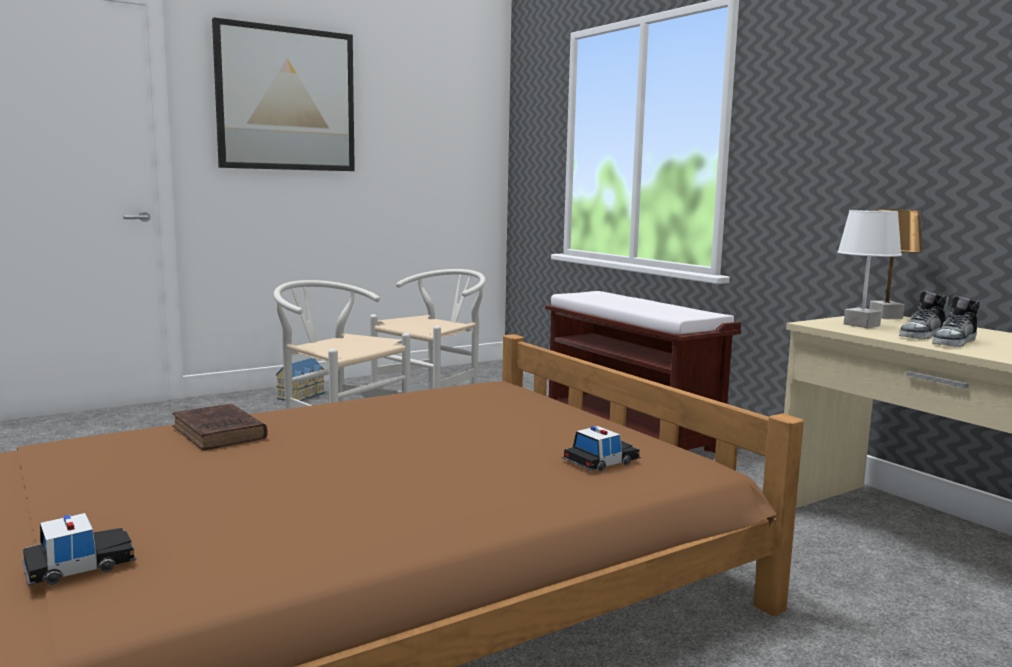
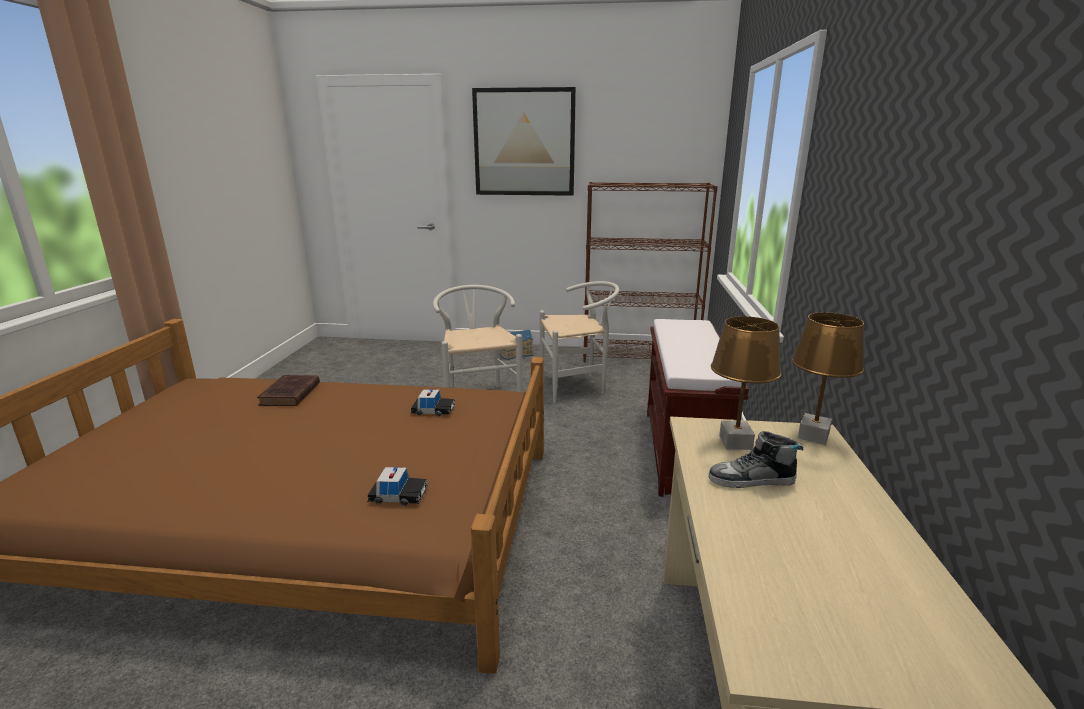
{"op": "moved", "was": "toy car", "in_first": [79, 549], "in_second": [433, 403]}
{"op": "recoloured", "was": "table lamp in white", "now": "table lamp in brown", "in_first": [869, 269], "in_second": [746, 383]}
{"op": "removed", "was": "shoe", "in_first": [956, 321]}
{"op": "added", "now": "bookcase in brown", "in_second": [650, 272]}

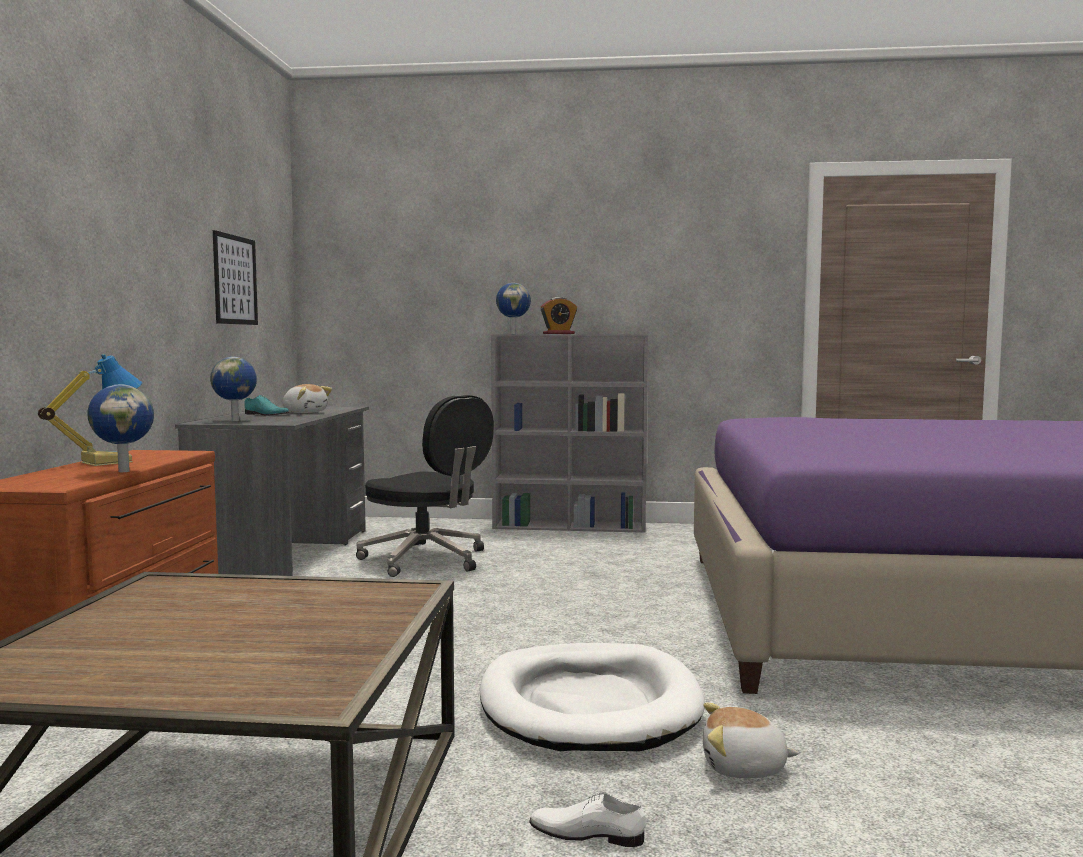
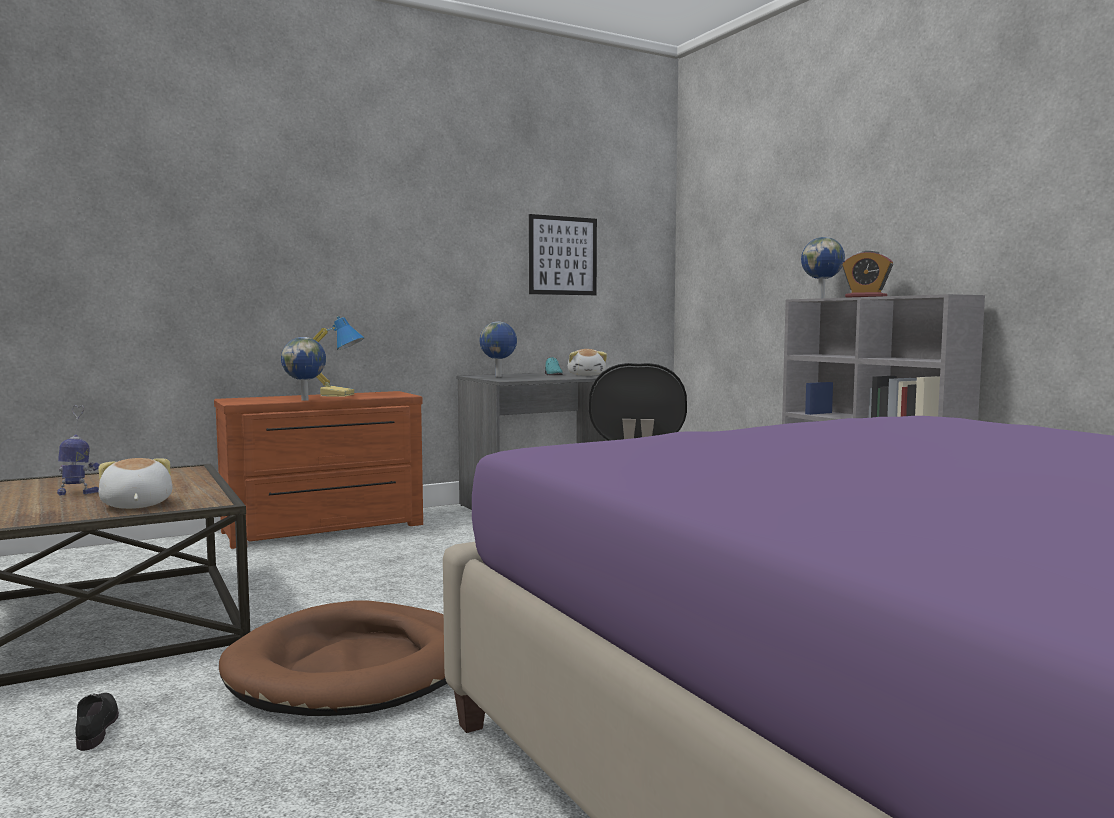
{"op": "recoloured", "was": "dog bed in white", "now": "dog bed in brown", "in_first": [592, 697], "in_second": [333, 658]}
{"op": "recoloured", "was": "shoe in white", "now": "shoe in black", "in_first": [587, 819], "in_second": [97, 722]}
{"op": "moved", "was": "plush toy", "in_first": [751, 740], "in_second": [135, 483]}
{"op": "added", "now": "toy robot", "in_second": [78, 450]}

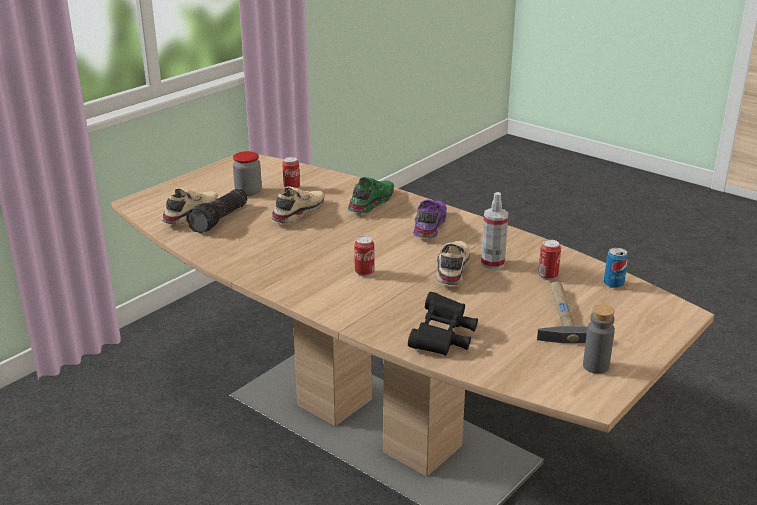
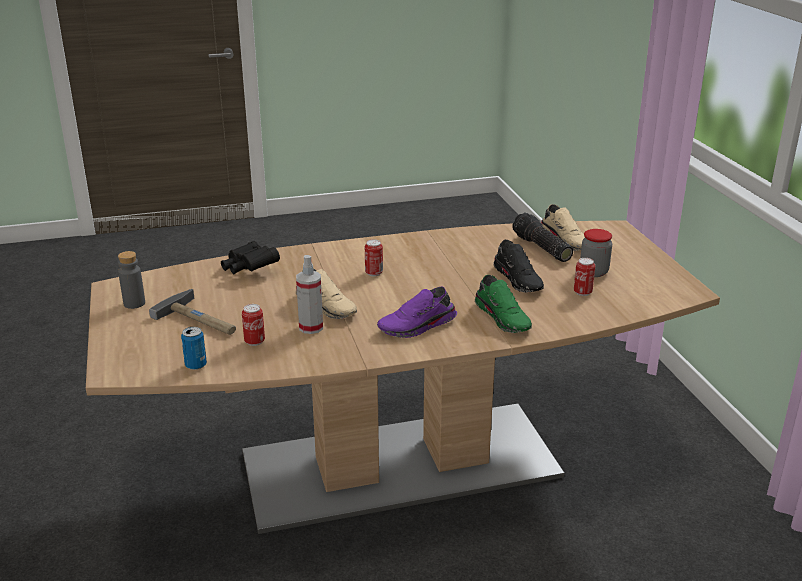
{"op": "recoloured", "was": "shoe in beige", "now": "shoe in black", "in_first": [298, 205], "in_second": [518, 266]}
{"op": "turned", "was": "shoe in purple", "in_first": [430, 219], "in_second": [417, 312], "clockwise": 105}

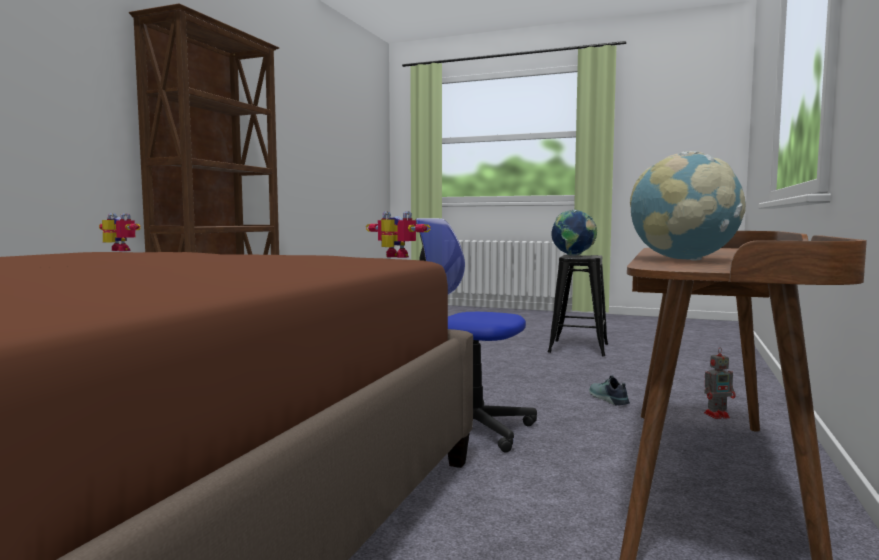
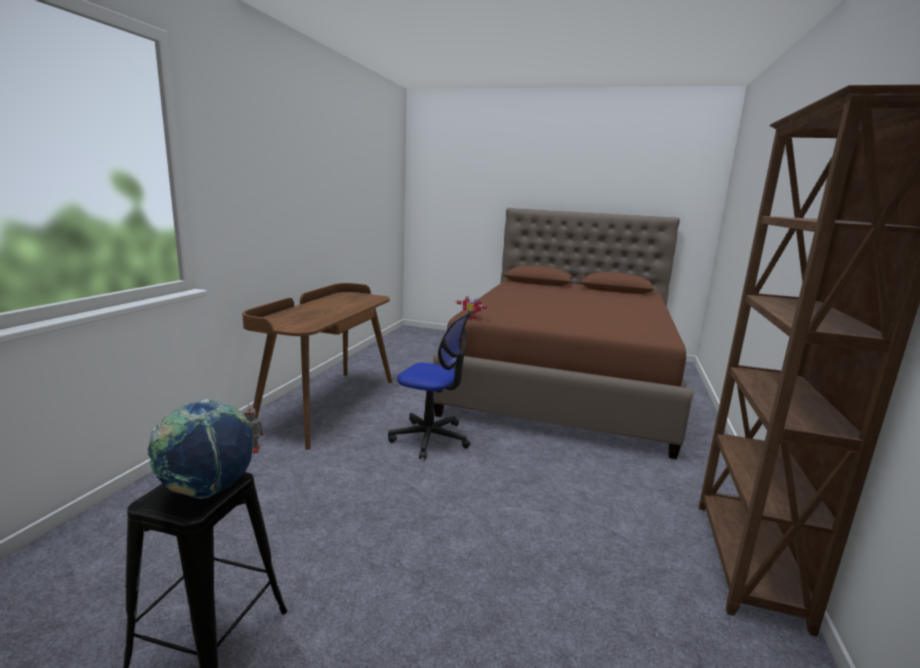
{"op": "removed", "was": "toy robot", "in_first": [120, 232]}
{"op": "removed", "was": "shoe", "in_first": [609, 390]}
{"op": "removed", "was": "globe", "in_first": [688, 206]}

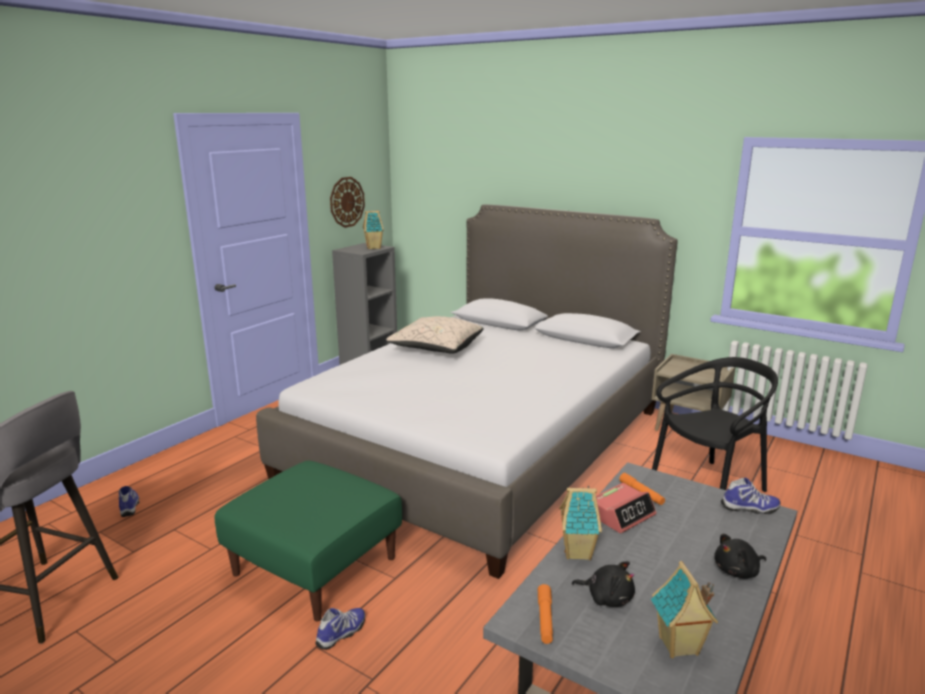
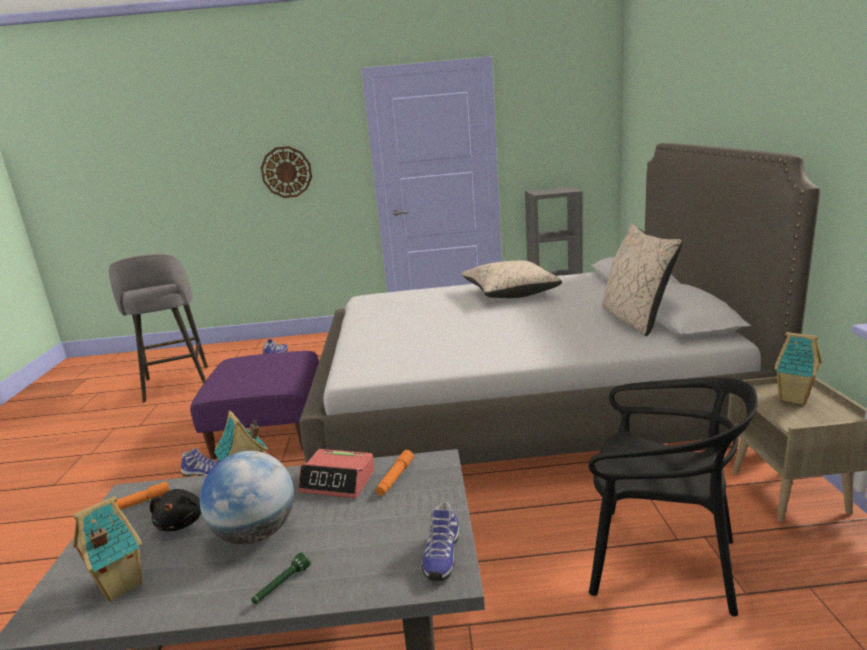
{"op": "recoloured", "was": "ottoman in green", "now": "ottoman in purple", "in_first": [308, 541], "in_second": [254, 405]}
{"op": "moved", "was": "wall clock", "in_first": [347, 202], "in_second": [286, 172]}
{"op": "moved", "was": "toy house", "in_first": [373, 230], "in_second": [798, 368]}
{"op": "replaced", "was": "plush toy in black", "now": "flashlight in green", "in_first": [740, 556], "in_second": [281, 578]}
{"op": "turned", "was": "shoe", "in_first": [751, 496], "in_second": [440, 541], "clockwise": 45}
{"op": "added", "now": "globe", "in_second": [247, 497]}
{"op": "added", "now": "pillow in beige", "in_second": [642, 279]}

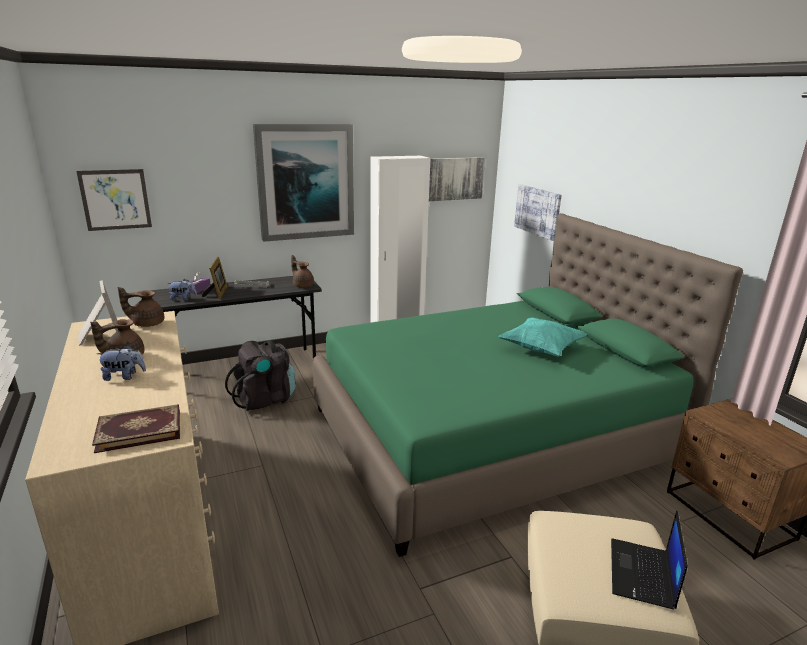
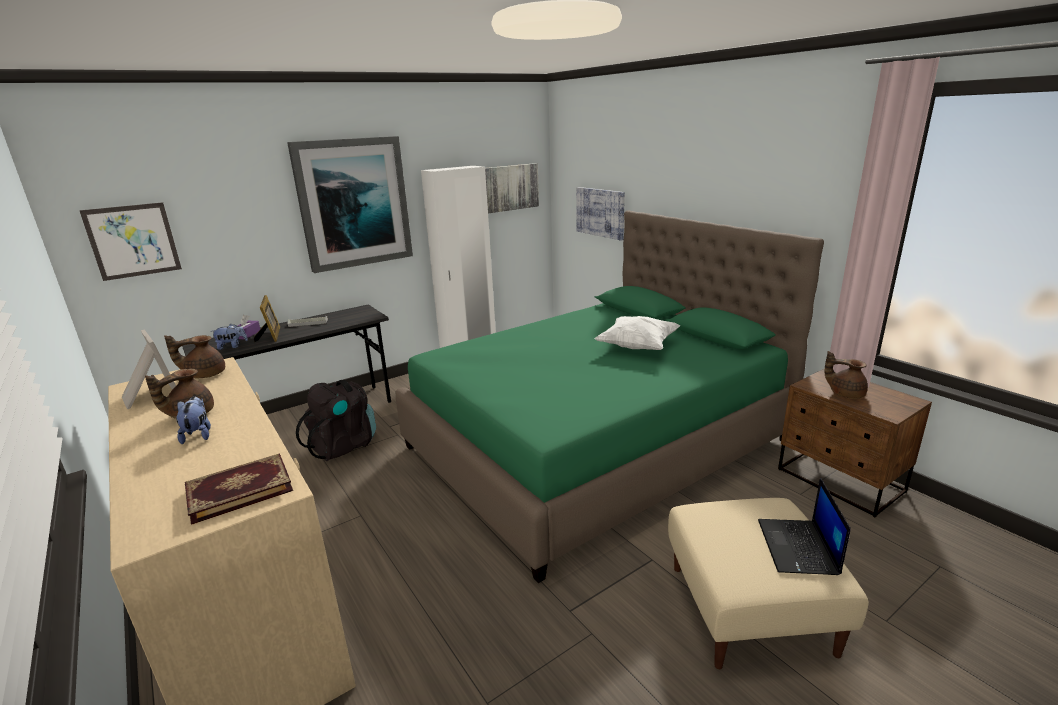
{"op": "turned", "was": "plush toy", "in_first": [121, 363], "in_second": [193, 420], "clockwise": -90}
{"op": "moved", "was": "teapot in brown", "in_first": [302, 271], "in_second": [846, 375]}
{"op": "recoloured", "was": "pillow in turquoise", "now": "pillow in white", "in_first": [543, 337], "in_second": [637, 333]}

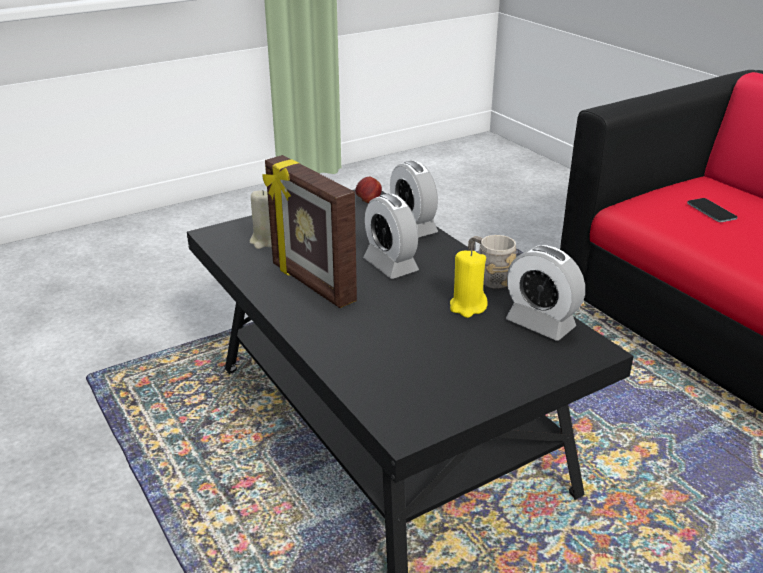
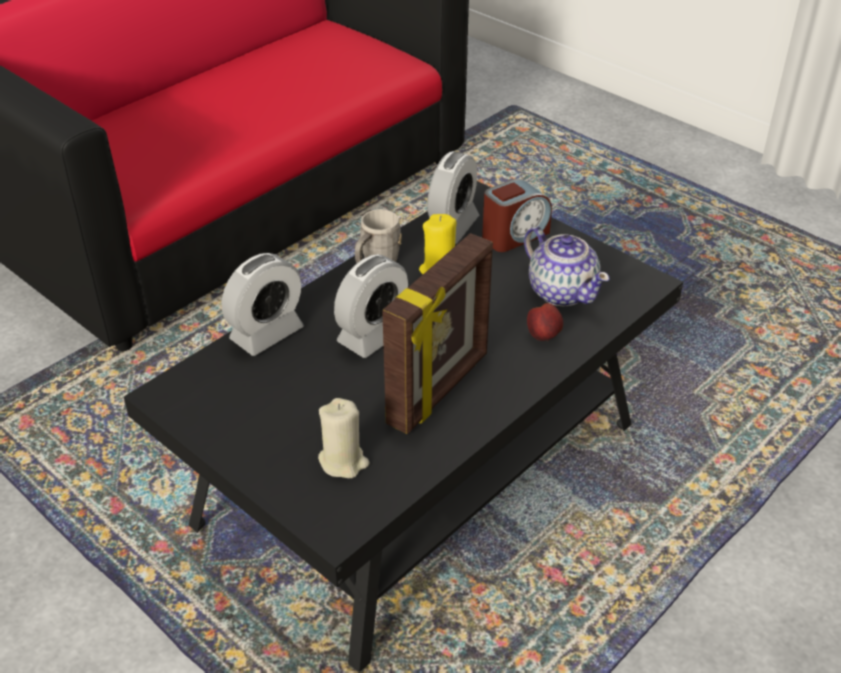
{"op": "moved", "was": "apple", "in_first": [368, 190], "in_second": [545, 322]}
{"op": "removed", "was": "phone", "in_first": [712, 210]}
{"op": "added", "now": "alarm clock", "in_second": [517, 215]}
{"op": "added", "now": "teapot", "in_second": [567, 266]}

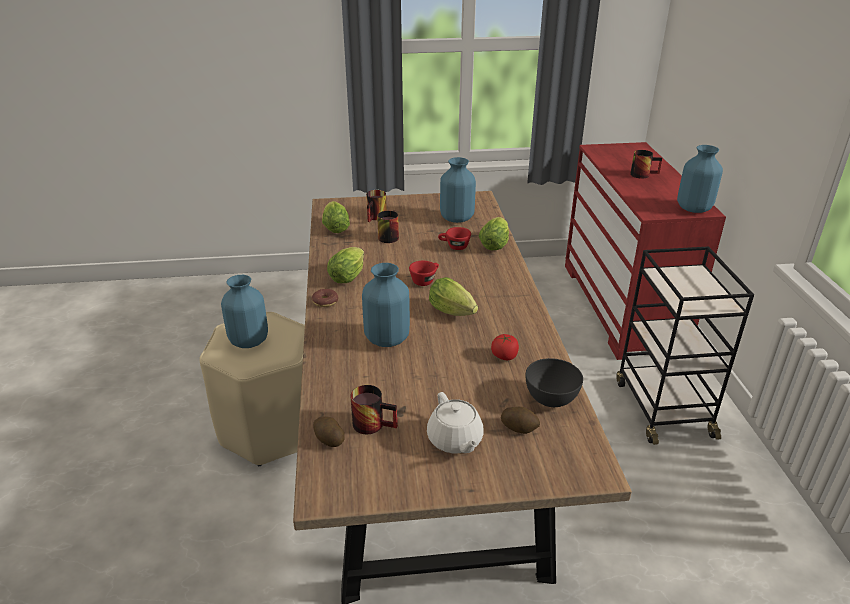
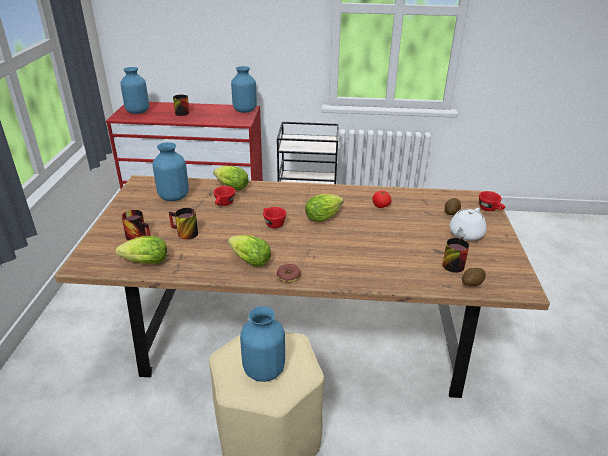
{"op": "moved", "was": "vase in blue", "in_first": [386, 305], "in_second": [134, 90]}
{"op": "turned", "was": "teapot in white", "in_first": [455, 423], "in_second": [468, 224], "clockwise": 135}
{"op": "removed", "was": "bowl in grey", "in_first": [554, 382]}
{"op": "added", "now": "cup in red", "in_second": [492, 201]}

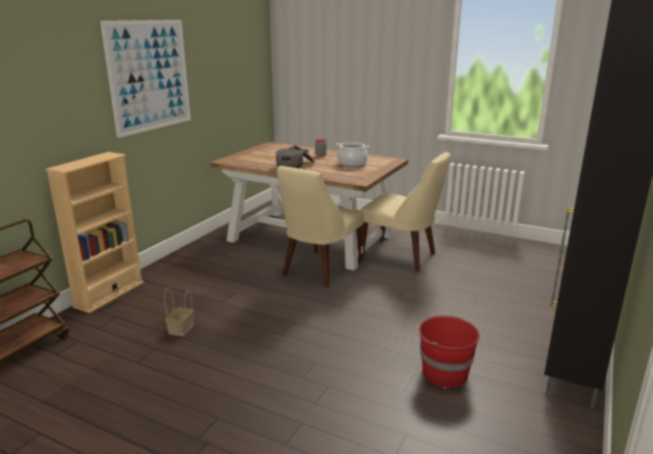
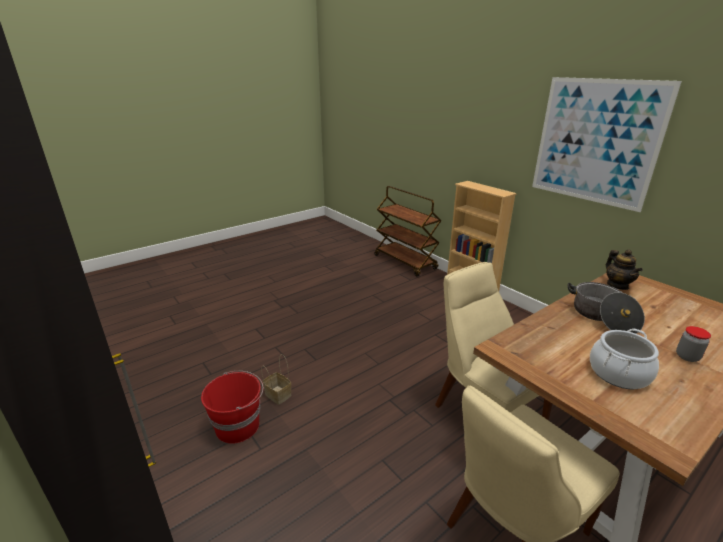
{"op": "moved", "was": "basket", "in_first": [179, 312], "in_second": [276, 379]}
{"op": "added", "now": "teapot", "in_second": [624, 269]}

